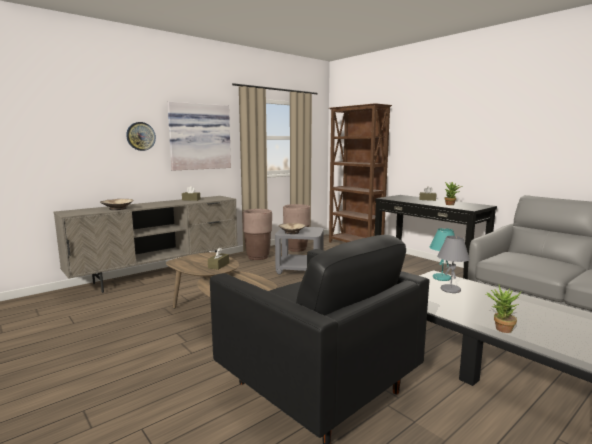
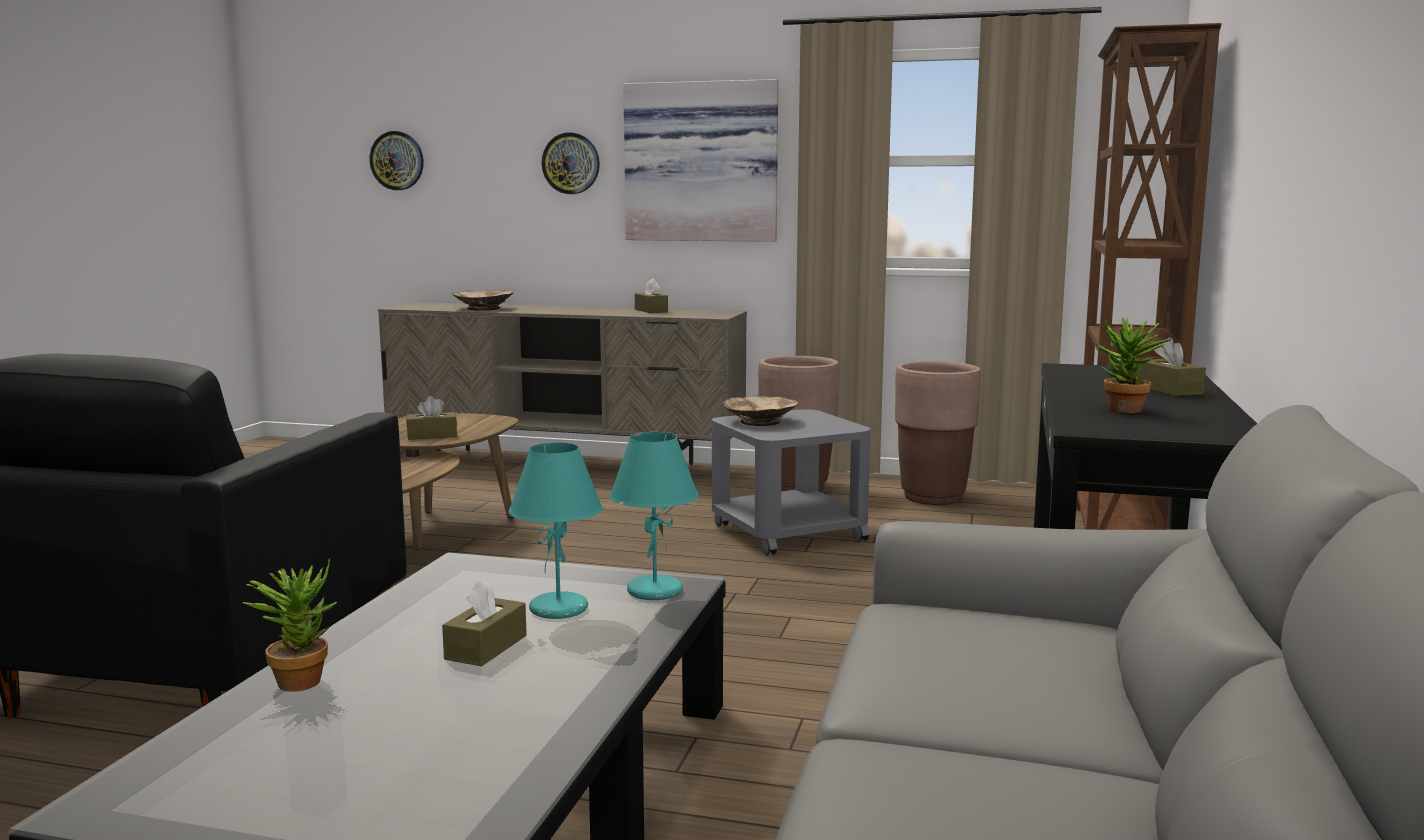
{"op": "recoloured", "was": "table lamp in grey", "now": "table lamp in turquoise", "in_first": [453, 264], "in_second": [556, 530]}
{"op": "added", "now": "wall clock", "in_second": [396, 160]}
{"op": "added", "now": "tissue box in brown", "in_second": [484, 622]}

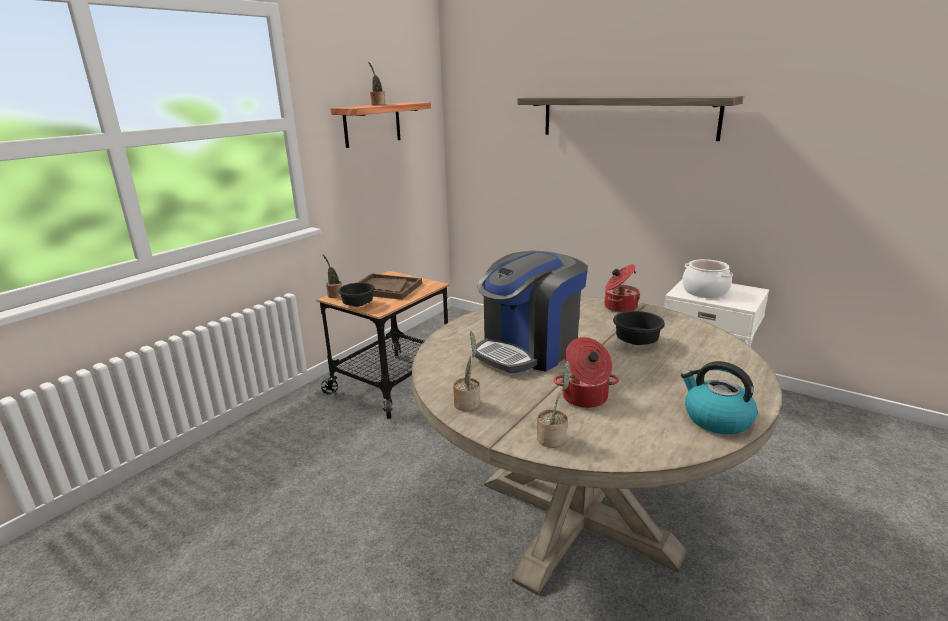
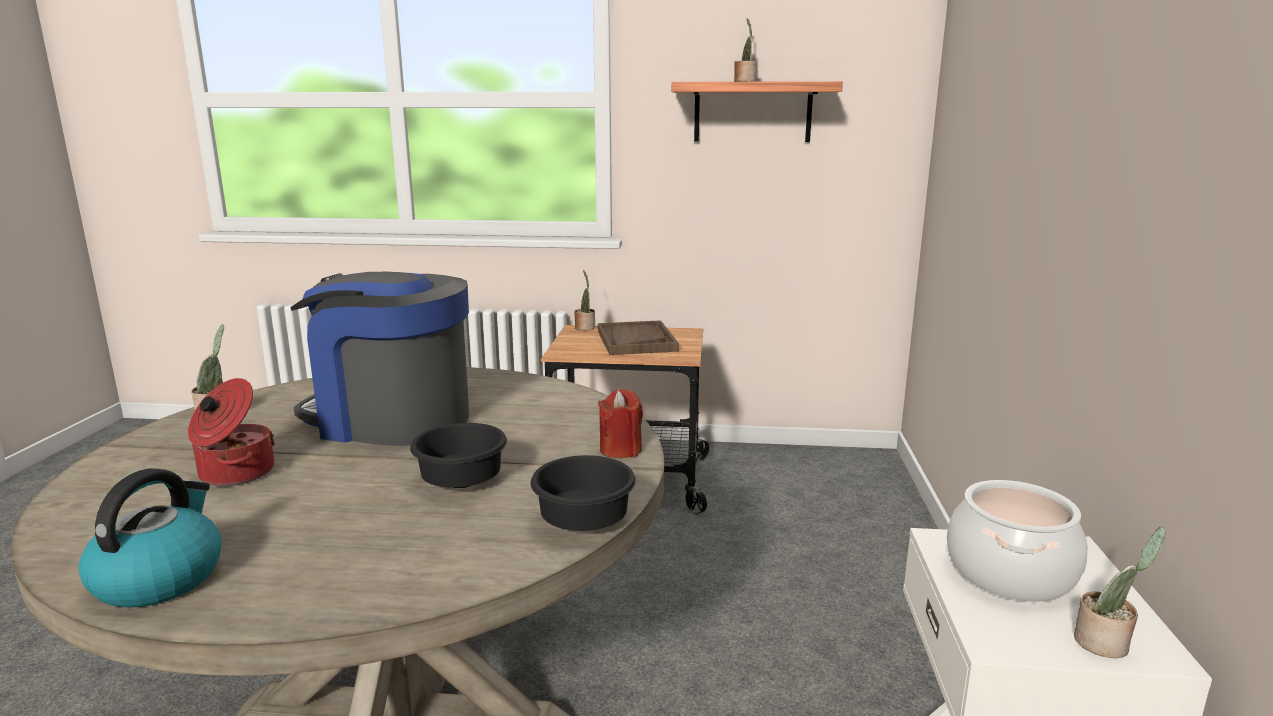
{"op": "moved", "was": "bowl in black", "in_first": [356, 295], "in_second": [583, 493]}
{"op": "removed", "was": "shelf", "in_first": [630, 118]}
{"op": "moved", "was": "potted plant", "in_first": [554, 404], "in_second": [1120, 592]}
{"op": "replaced", "was": "cooking pot", "now": "candle in red", "in_first": [622, 288], "in_second": [620, 423]}

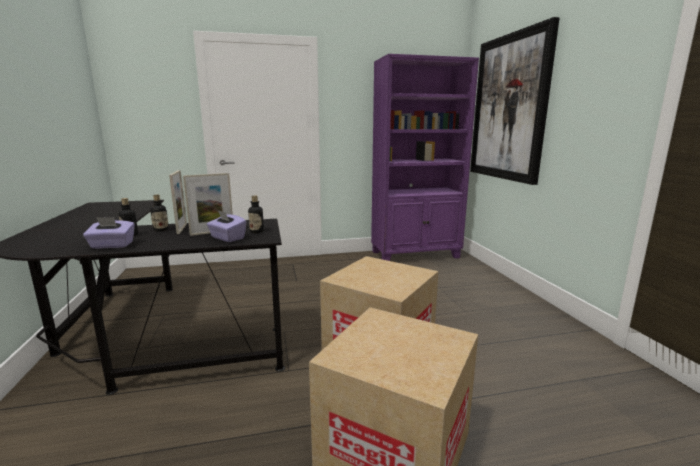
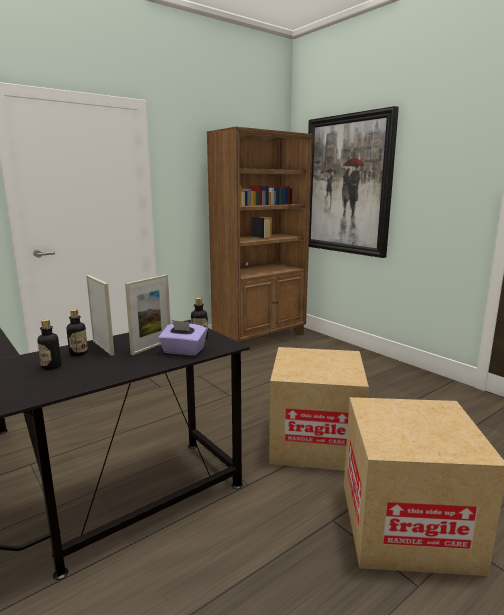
{"op": "removed", "was": "tissue box in purple", "in_first": [109, 233]}
{"op": "recoloured", "was": "bookcase in purple", "now": "bookcase in brown", "in_first": [425, 157], "in_second": [260, 235]}

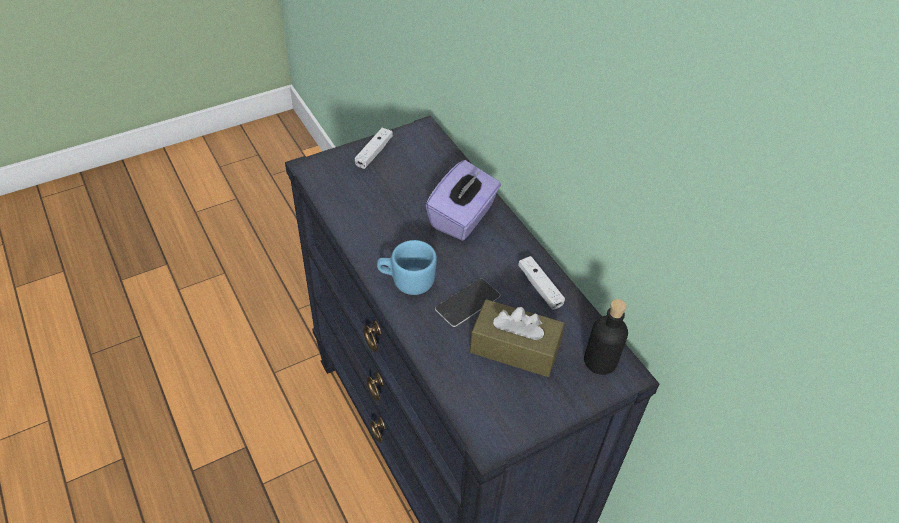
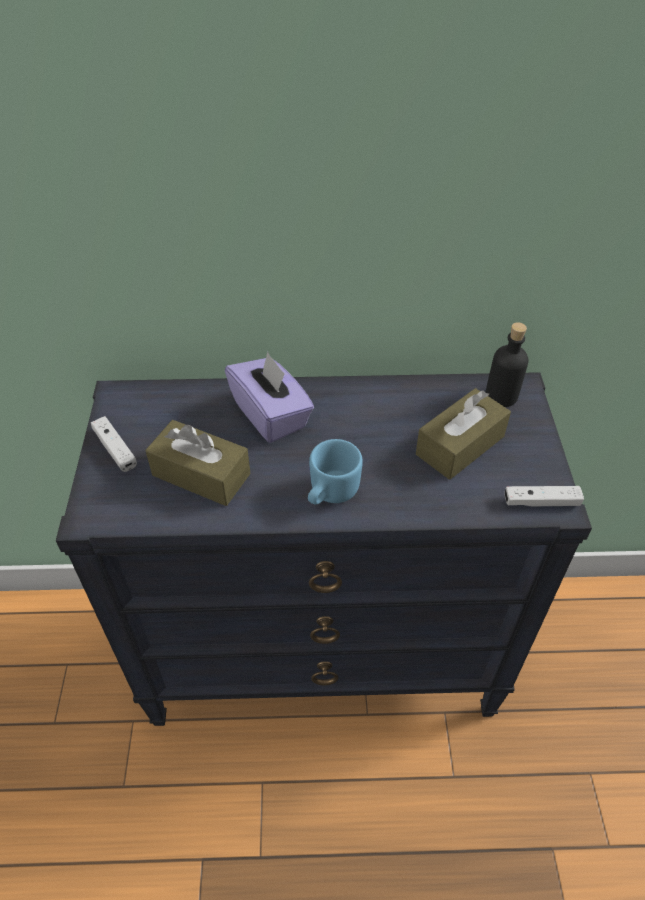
{"op": "removed", "was": "phone", "in_first": [468, 302]}
{"op": "moved", "was": "game controller in white", "in_first": [541, 283], "in_second": [544, 496]}
{"op": "added", "now": "tissue box in brown", "in_second": [197, 463]}

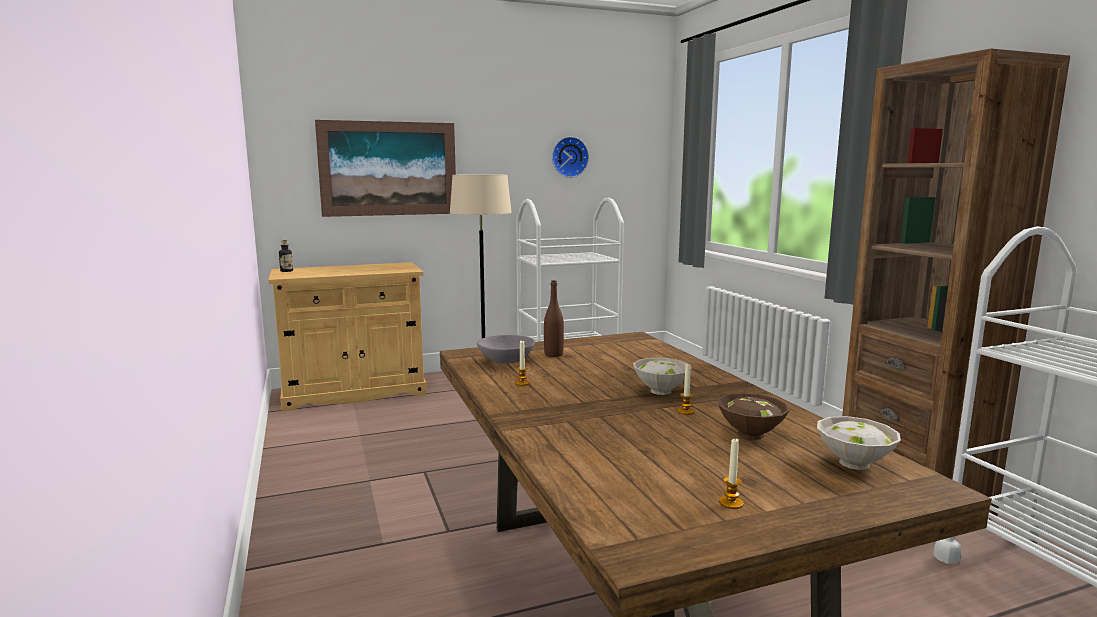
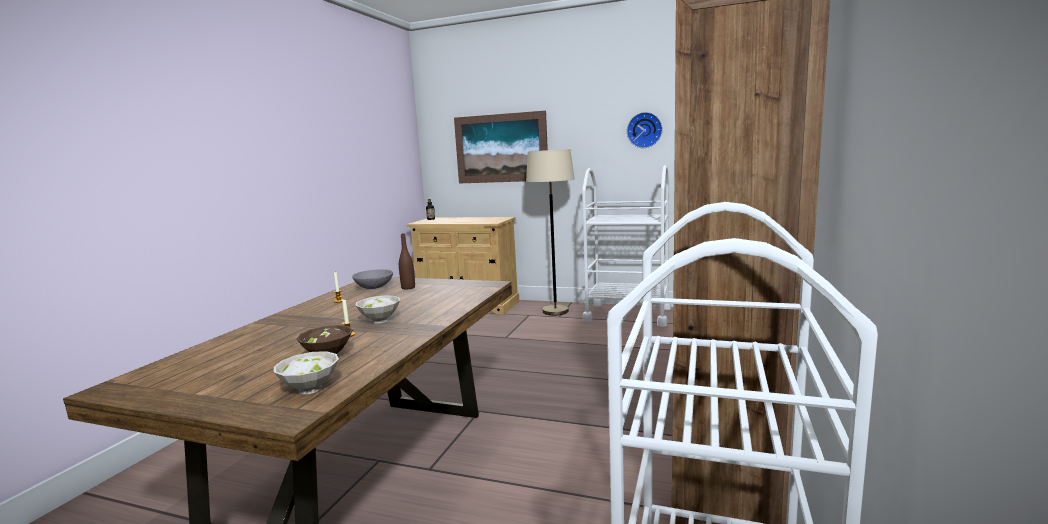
{"op": "removed", "was": "candle", "in_first": [731, 473]}

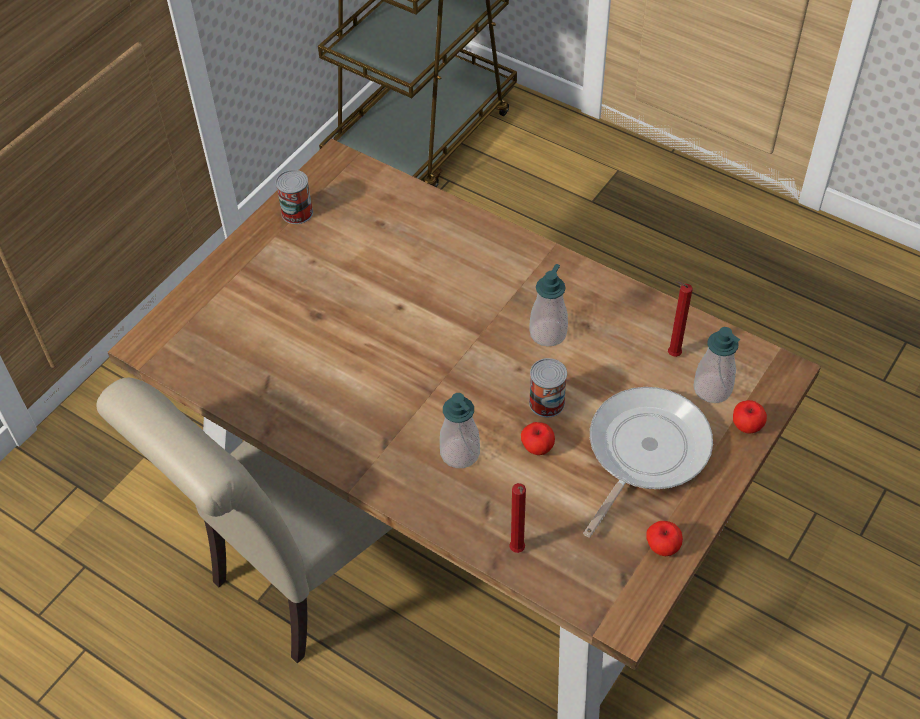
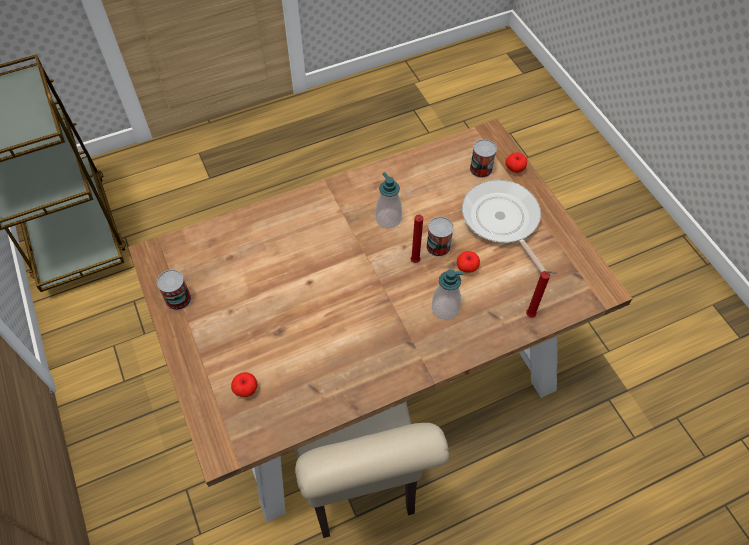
{"op": "moved", "was": "apple", "in_first": [664, 538], "in_second": [244, 384]}
{"op": "moved", "was": "candle in red", "in_first": [680, 319], "in_second": [417, 239]}
{"op": "replaced", "was": "soap dispenser", "now": "can", "in_first": [716, 365], "in_second": [483, 158]}

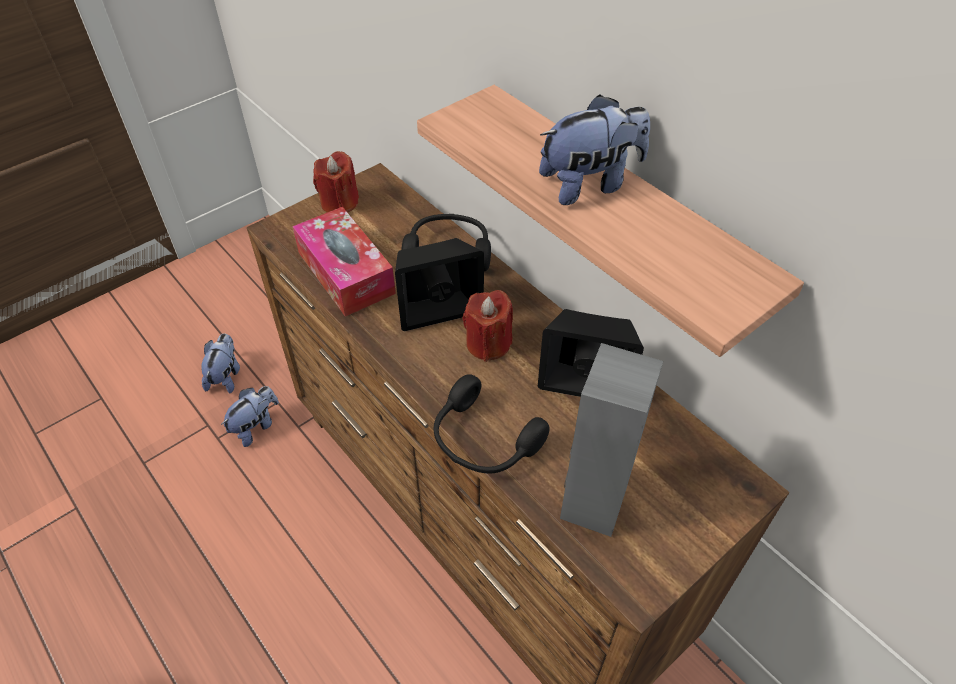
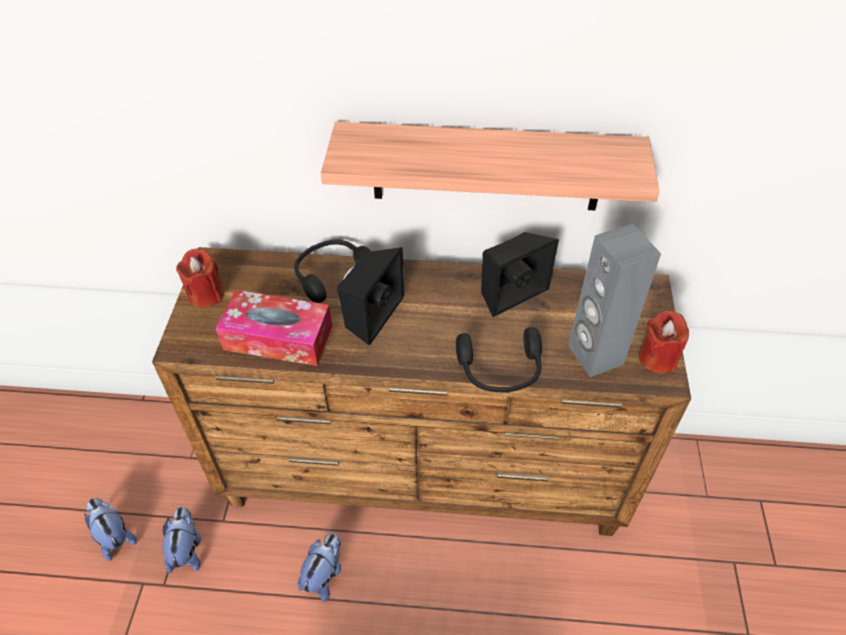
{"op": "moved", "was": "candle in red", "in_first": [487, 326], "in_second": [664, 342]}
{"op": "moved", "was": "plush toy", "in_first": [594, 149], "in_second": [319, 567]}

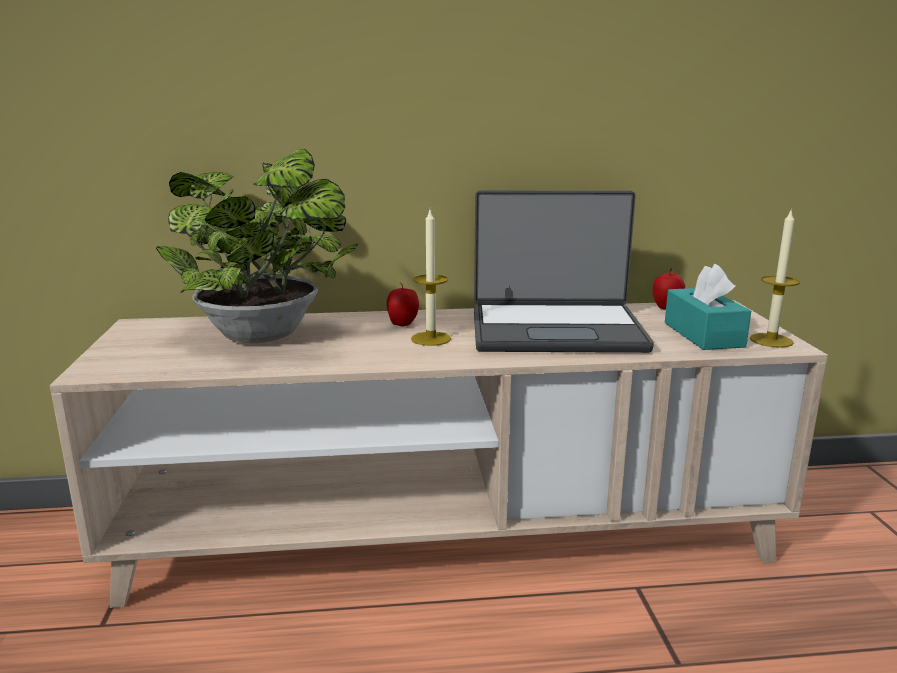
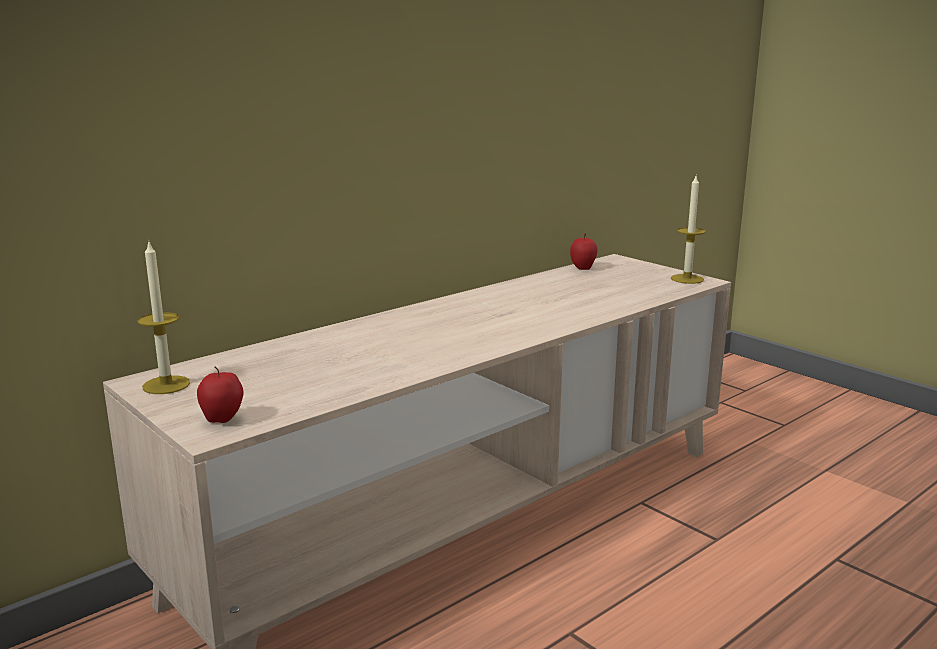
{"op": "removed", "was": "potted plant", "in_first": [257, 246]}
{"op": "moved", "was": "apple", "in_first": [403, 304], "in_second": [220, 394]}
{"op": "moved", "was": "candle", "in_first": [431, 278], "in_second": [163, 318]}
{"op": "removed", "was": "laptop", "in_first": [564, 271]}
{"op": "removed", "was": "tissue box in turquoise", "in_first": [708, 307]}

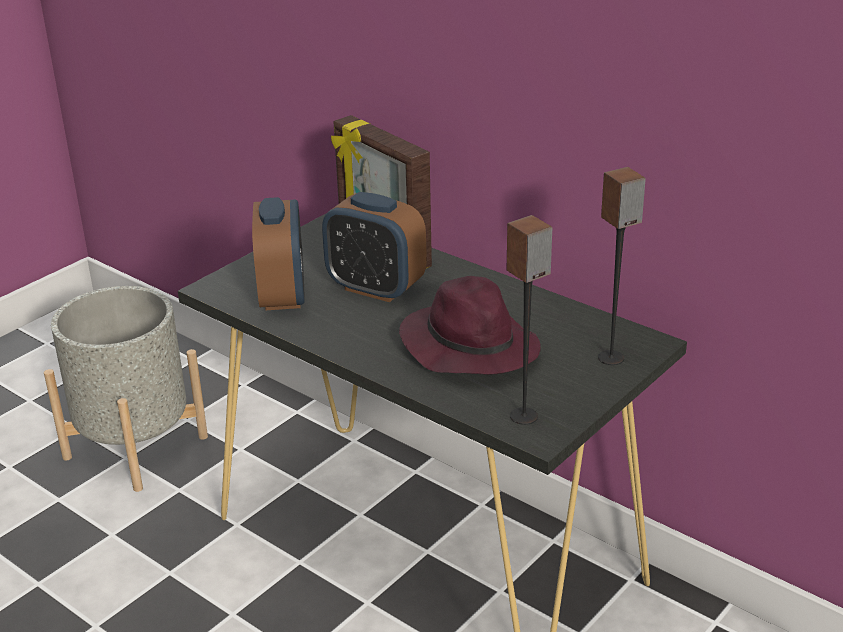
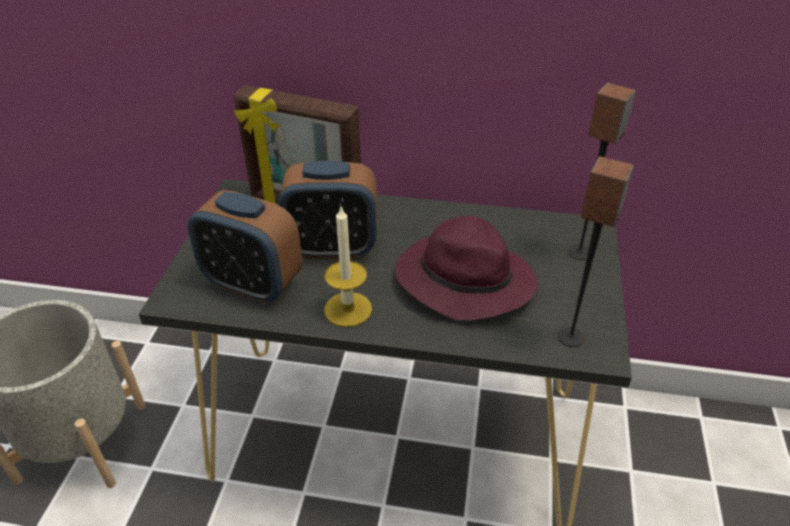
{"op": "turned", "was": "alarm clock", "in_first": [278, 253], "in_second": [245, 246], "clockwise": 150}
{"op": "added", "now": "candle", "in_second": [348, 267]}

